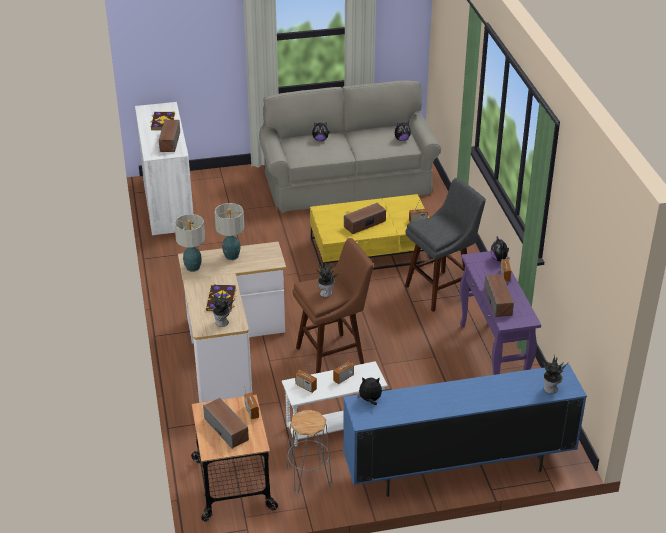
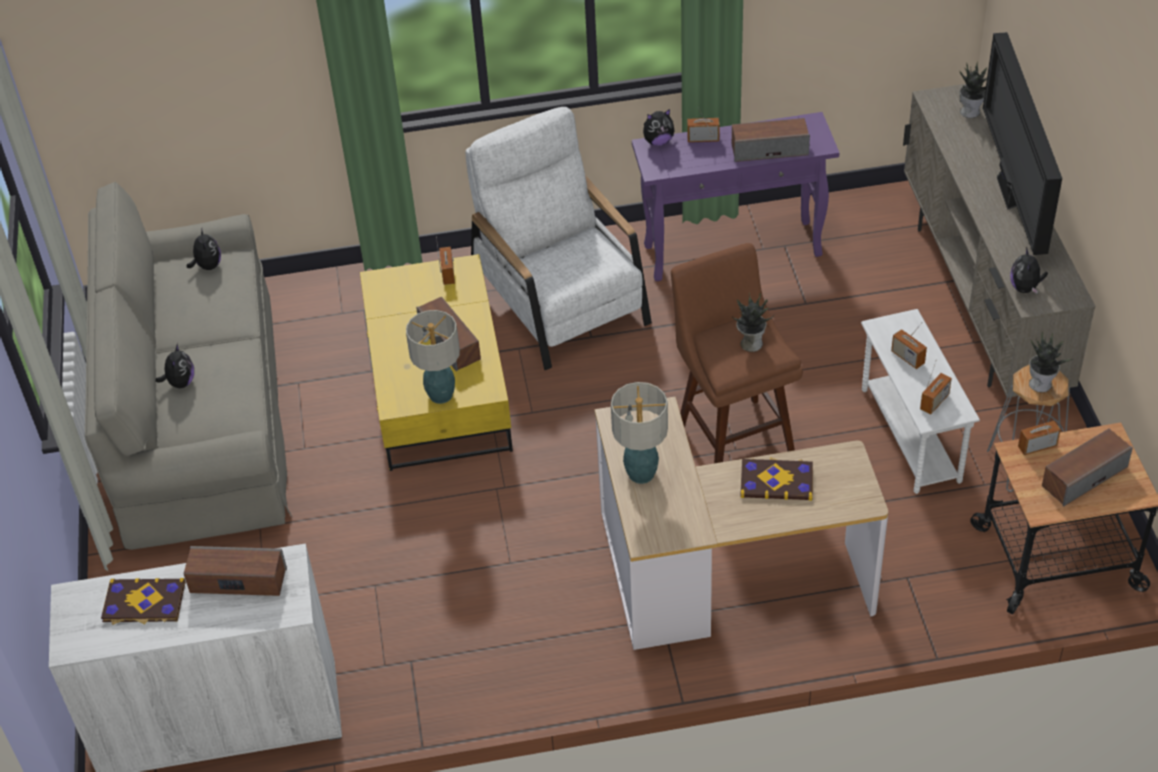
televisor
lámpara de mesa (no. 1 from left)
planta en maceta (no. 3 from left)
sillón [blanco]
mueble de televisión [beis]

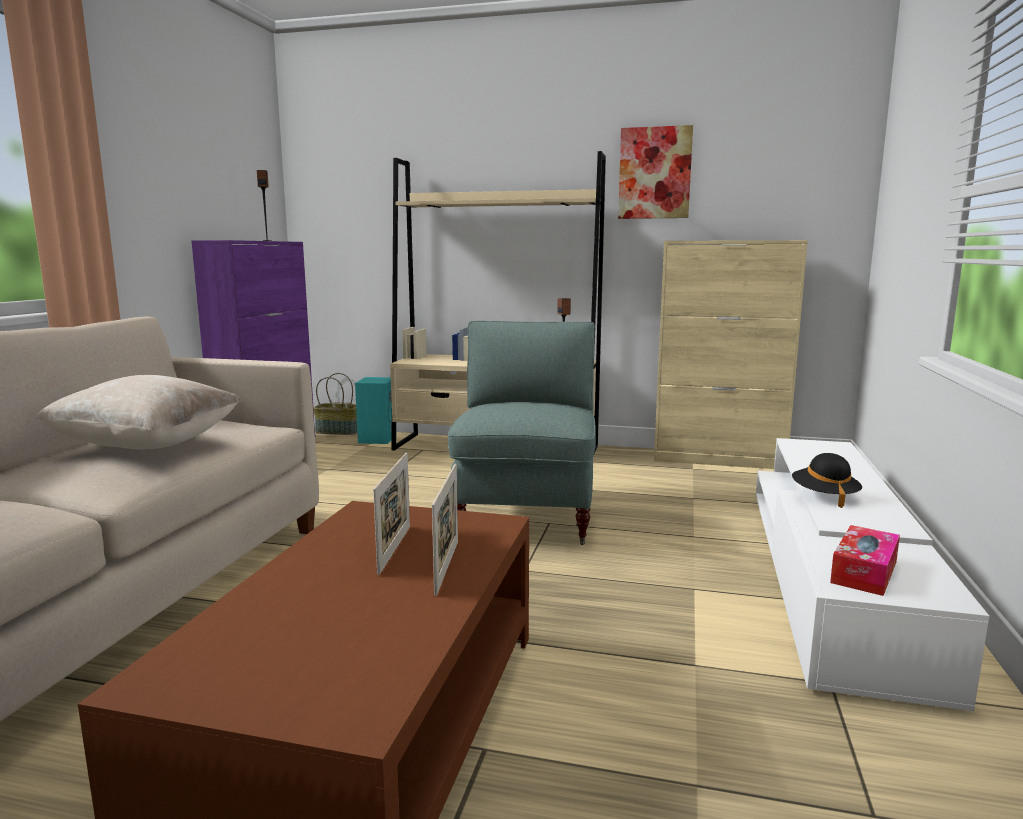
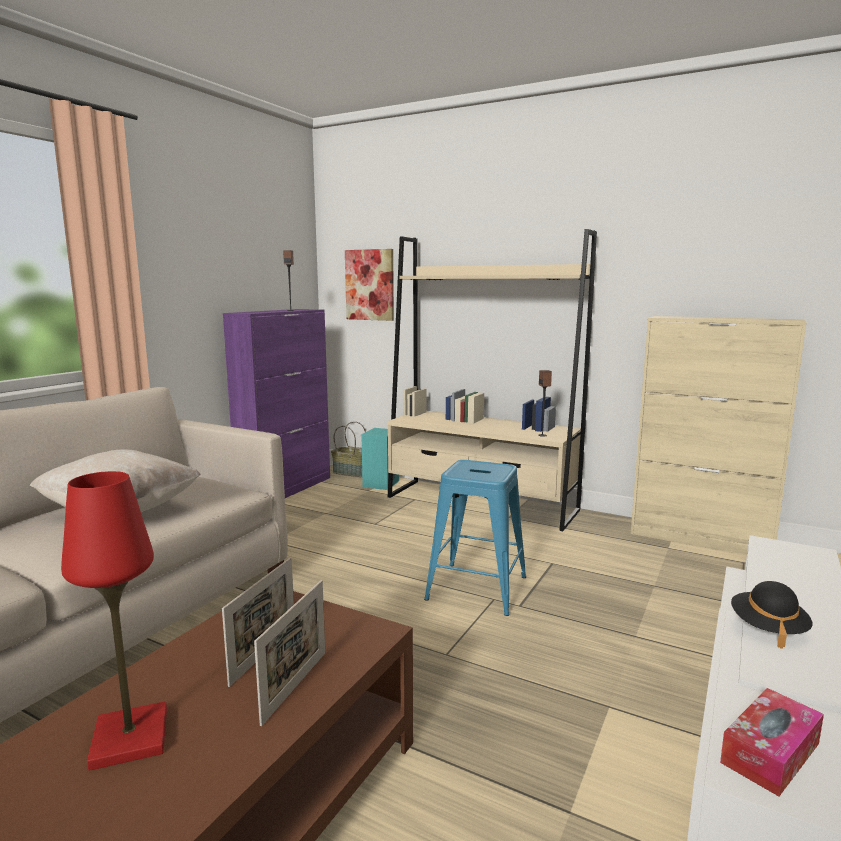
lámpara de mesa [rojo]
cuadro
taburete [azul]

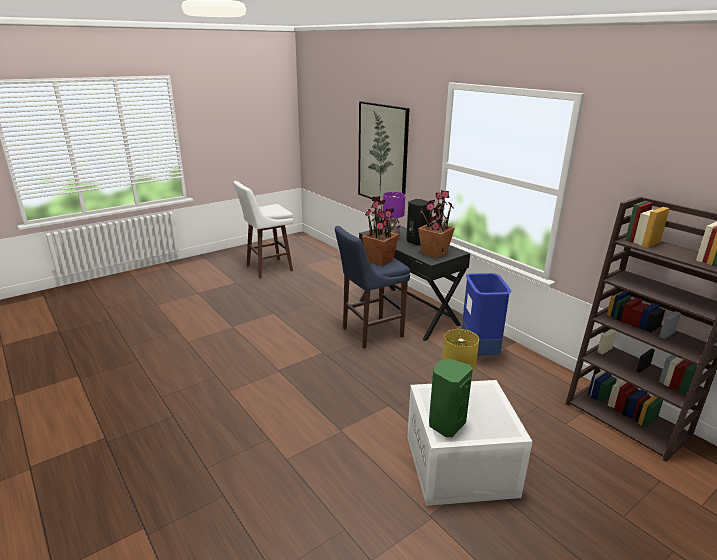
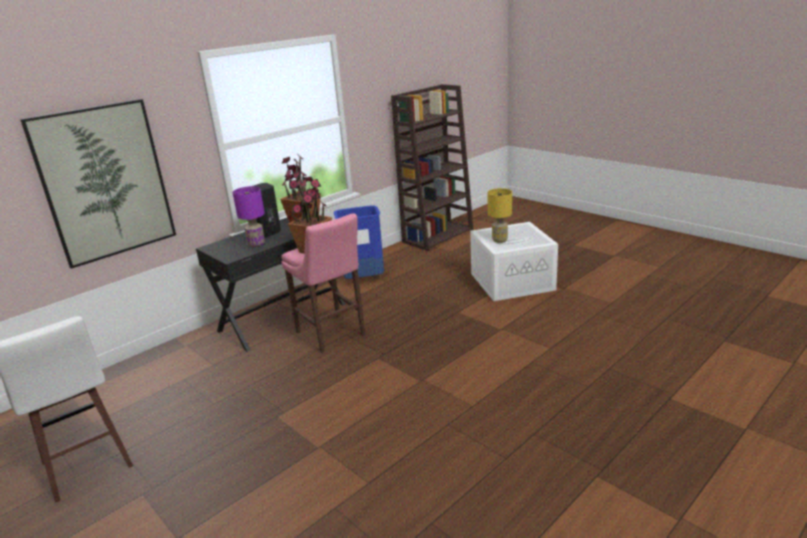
altavoz [verde]
taburete [rosa]

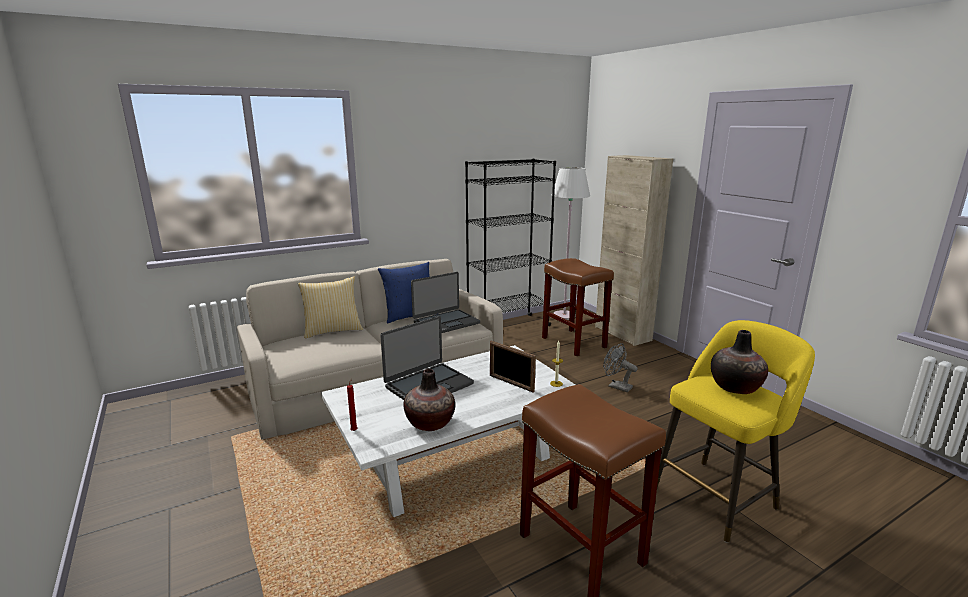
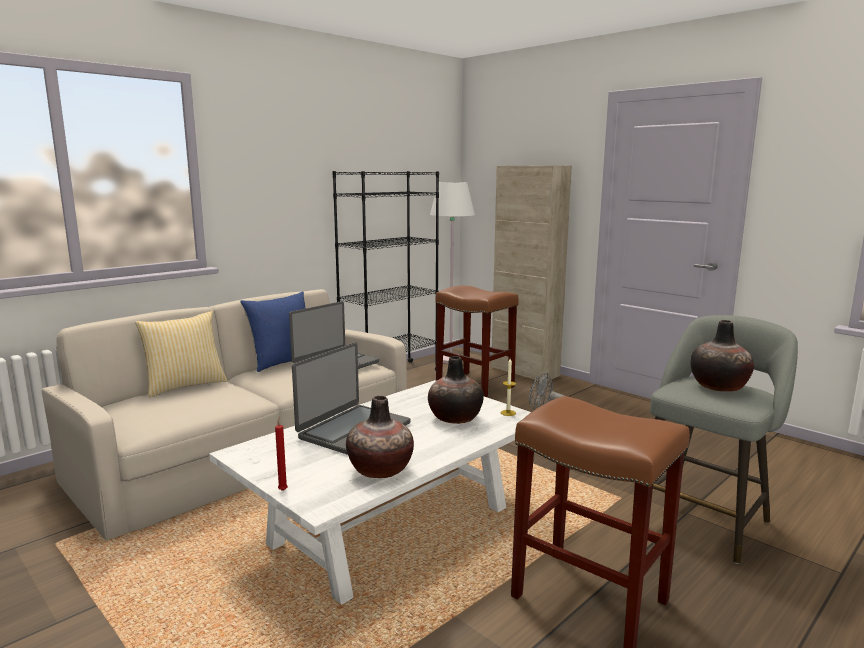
florero (no. 2 from left)
taburete [gris]

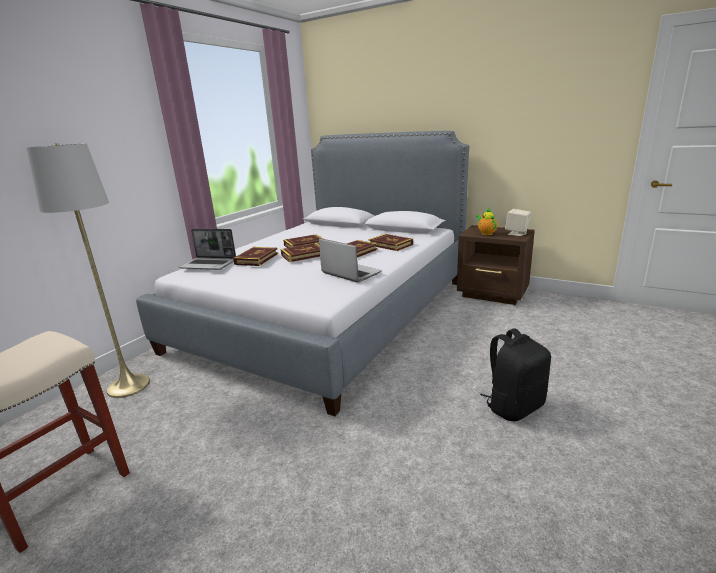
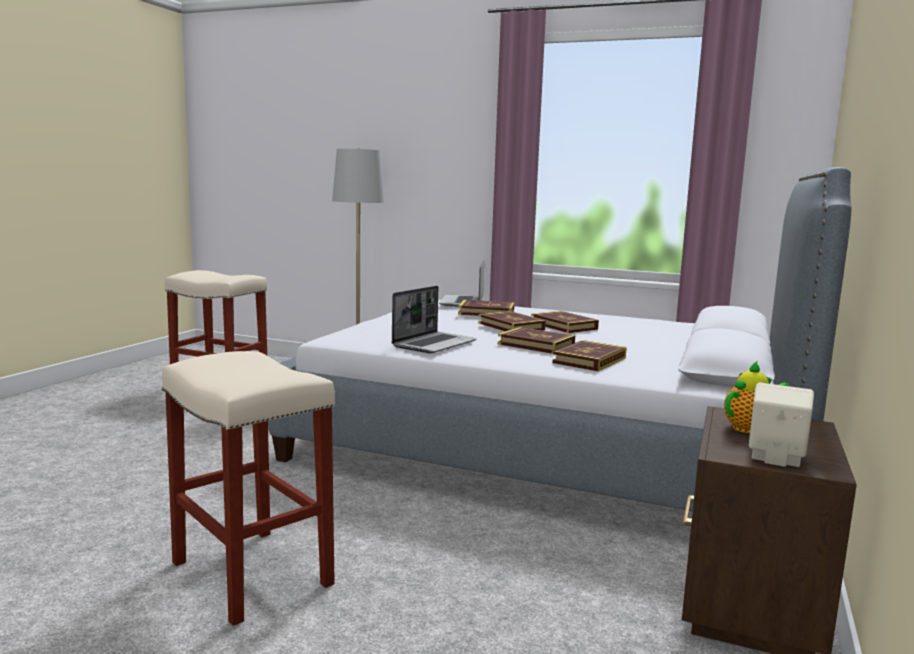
taburete [beis] (no. 2 from left)

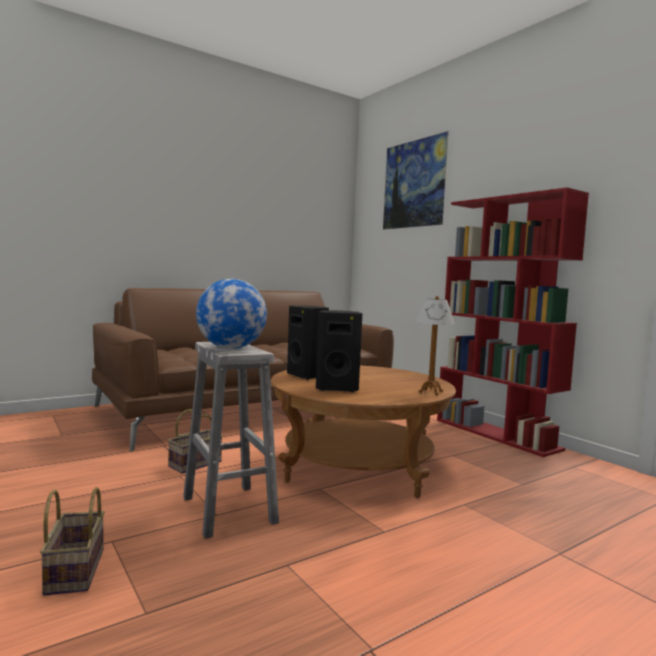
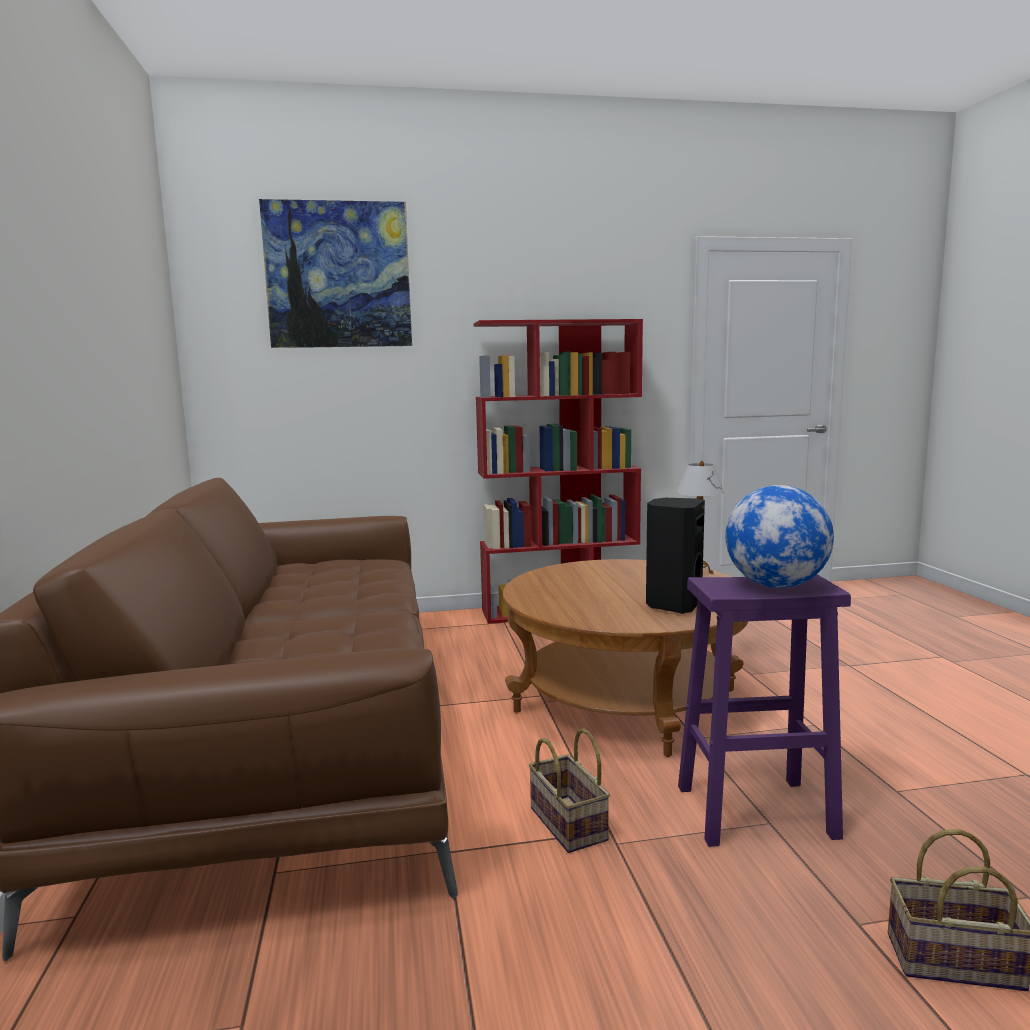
altavoz [negro] (no. 1 from left in the first image)
taburete [morado]

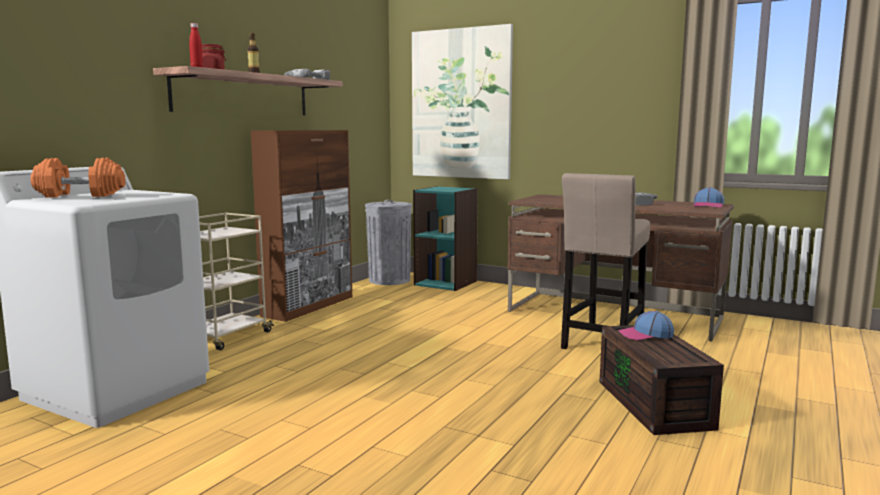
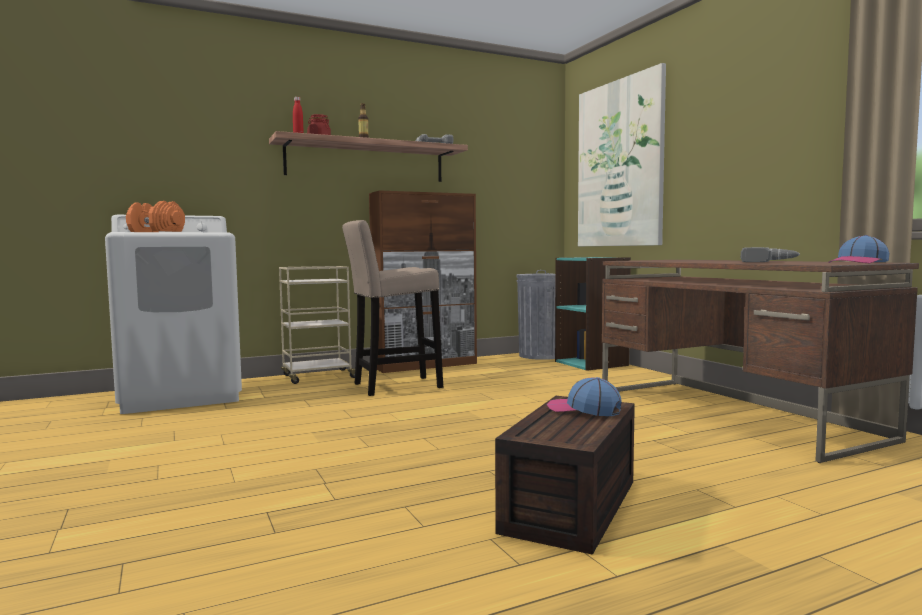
taburete [beis]

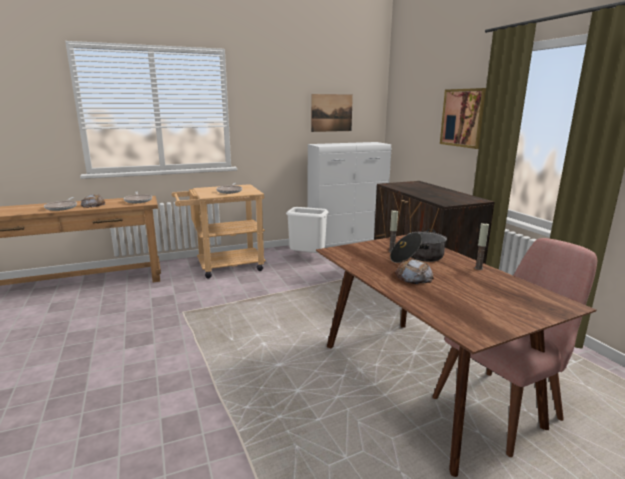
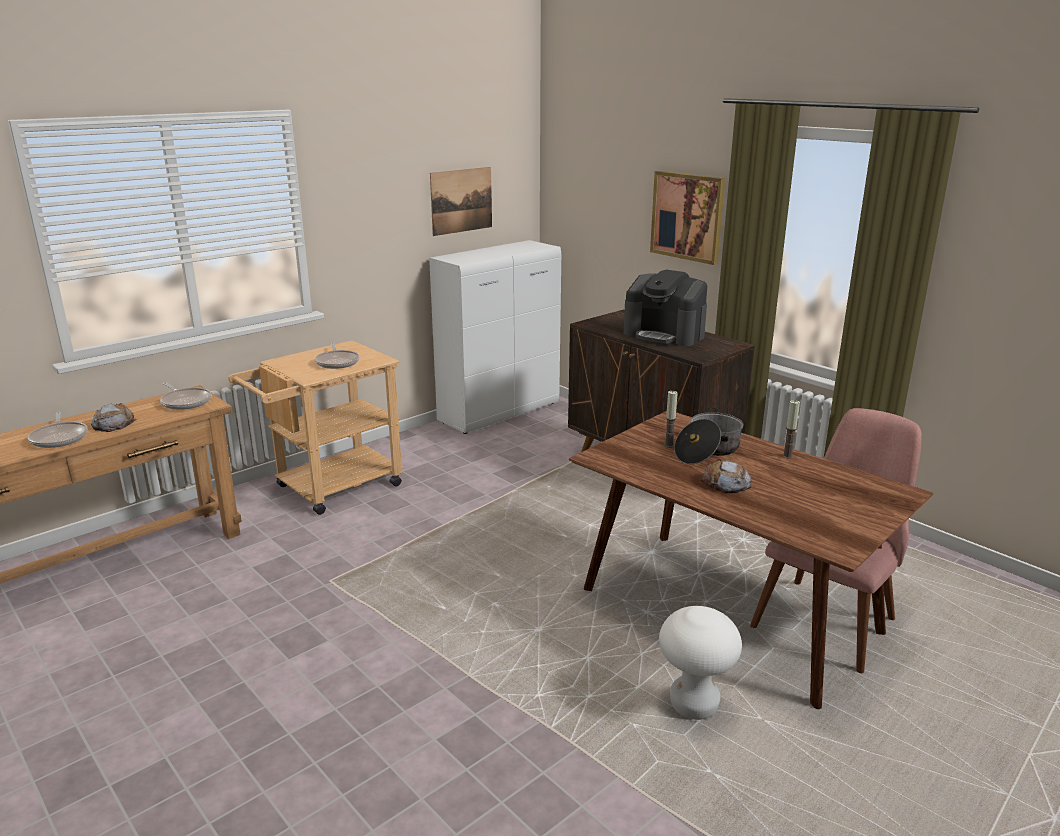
papelera [blanco]
cafetera
taburete [blanco]

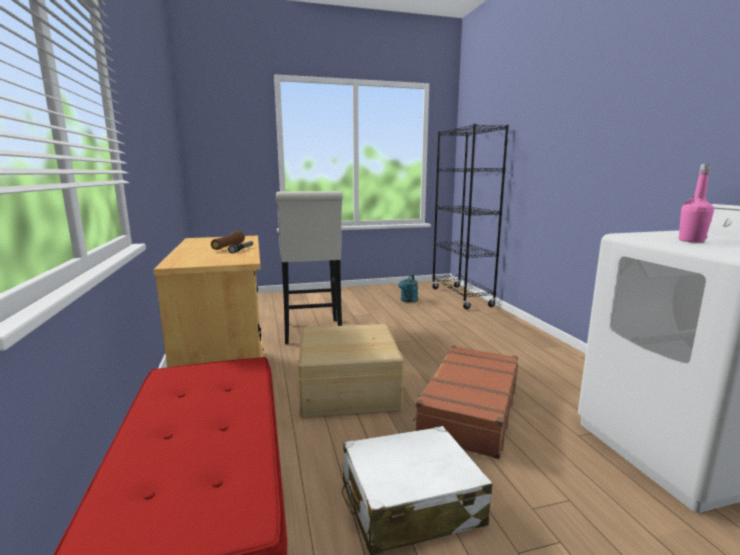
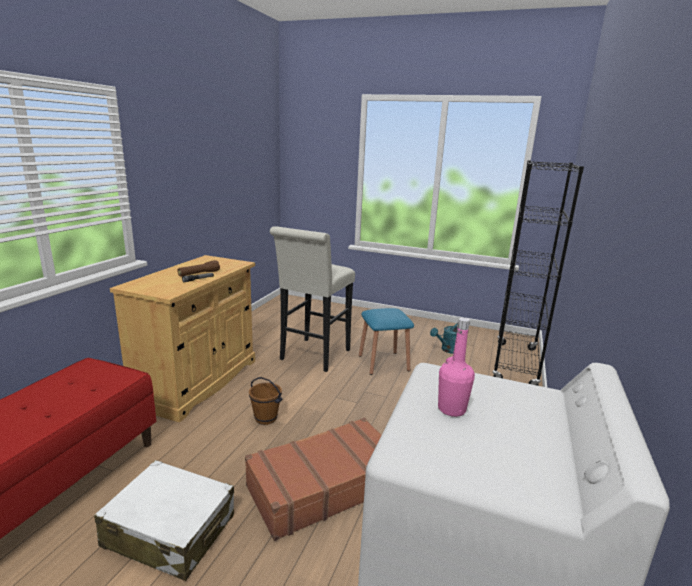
taburete [azul]
cubo [marrón]

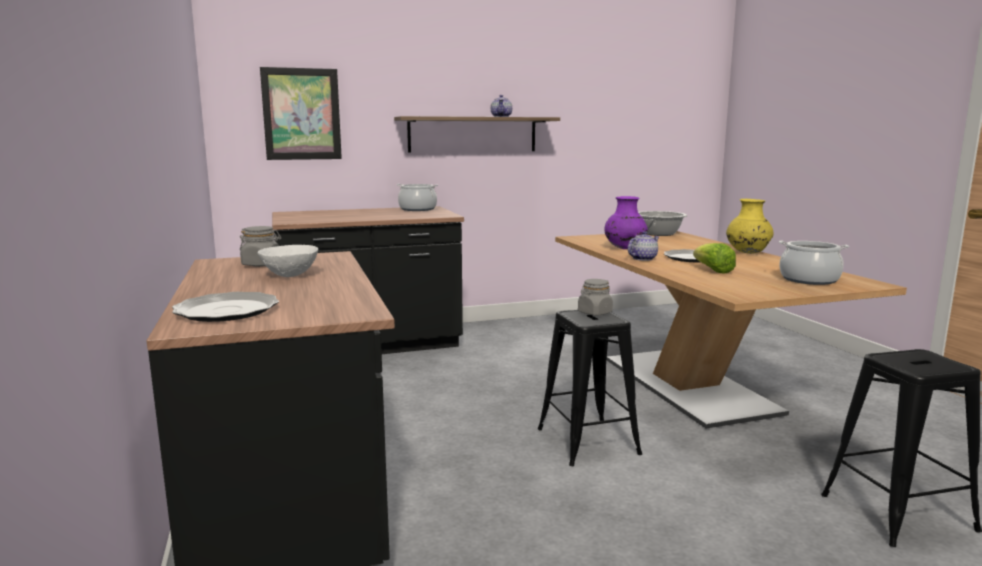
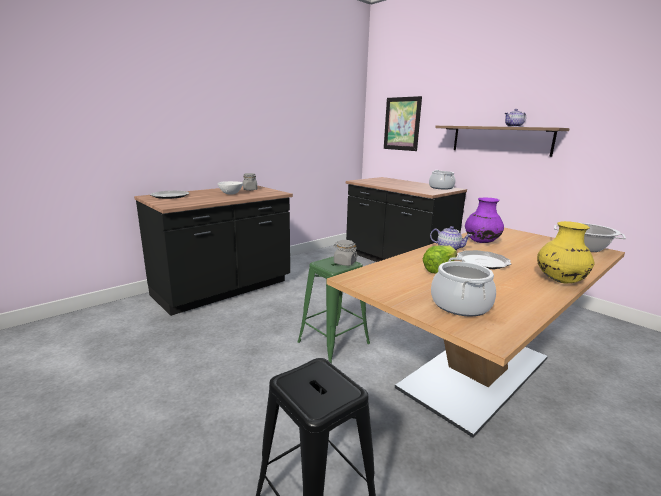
taburete [verde]

